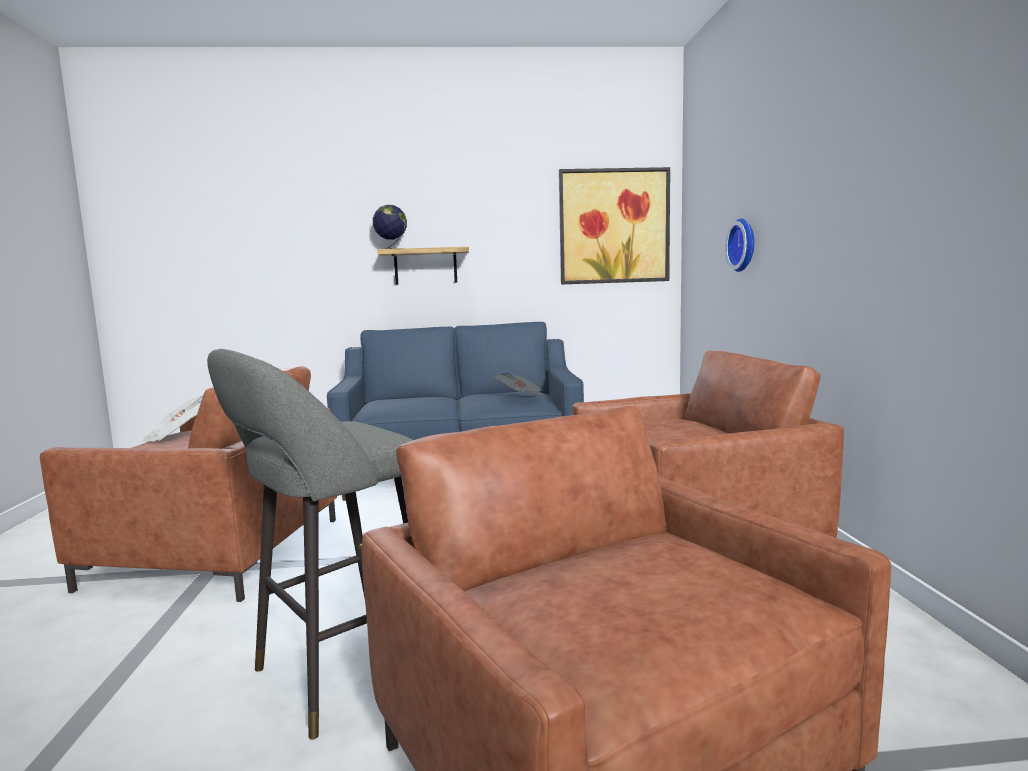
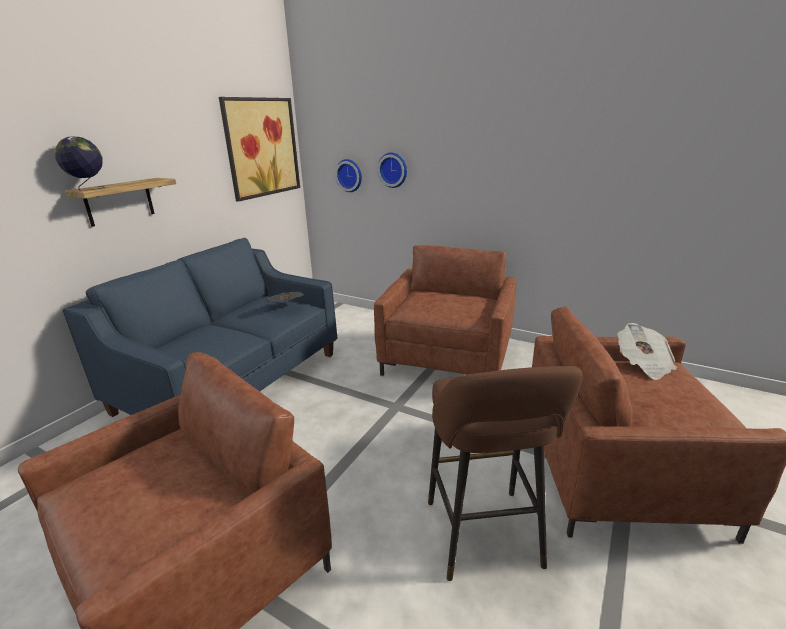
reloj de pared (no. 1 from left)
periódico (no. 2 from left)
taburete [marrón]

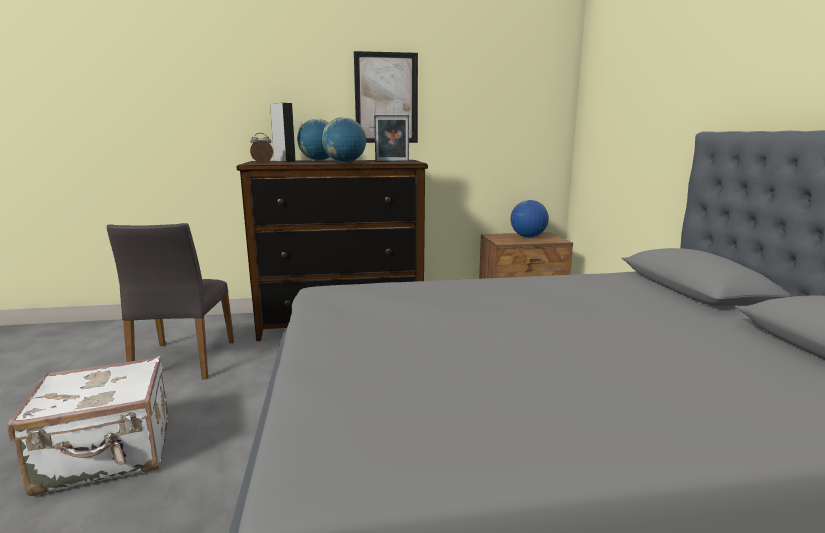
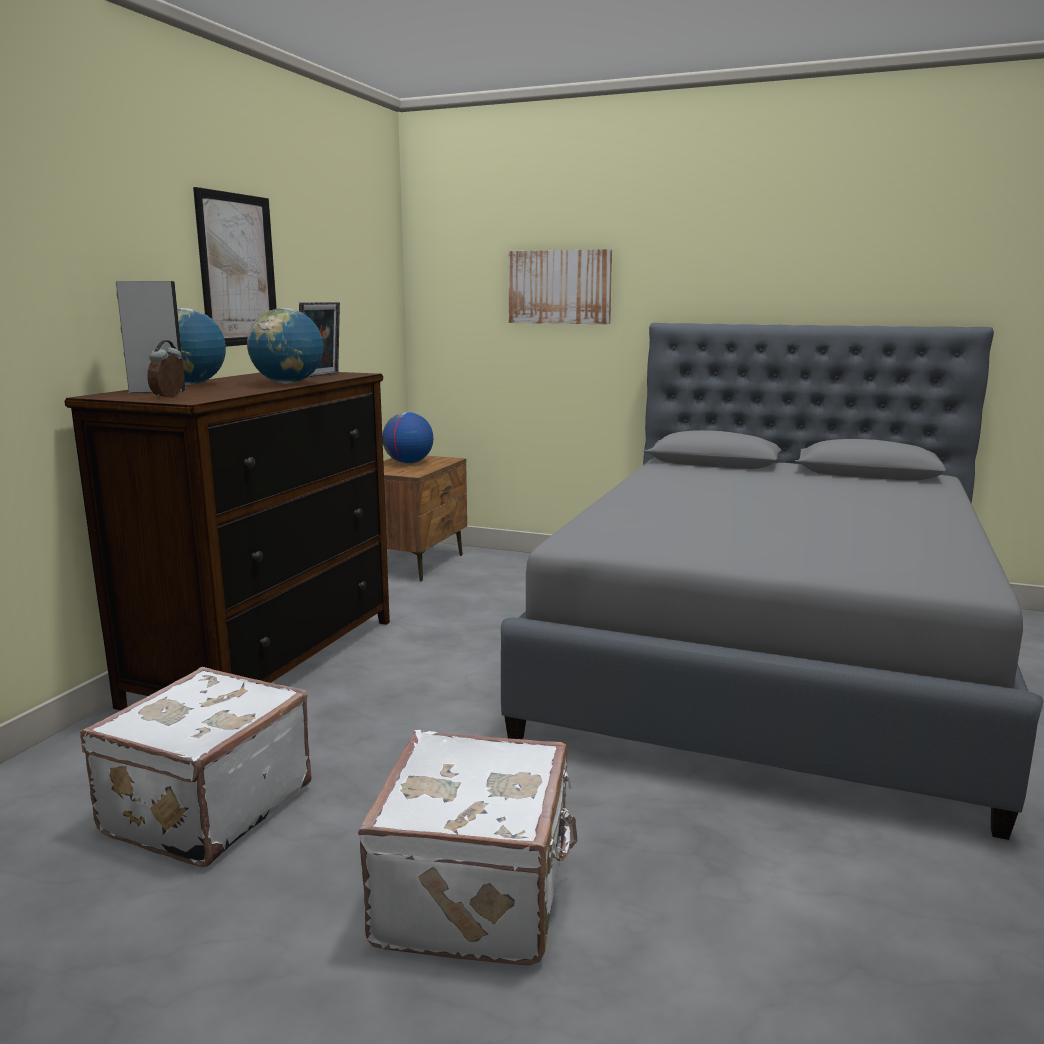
cuadro (no. 2 from left)
maleta [blanco] (no. 1 from left)

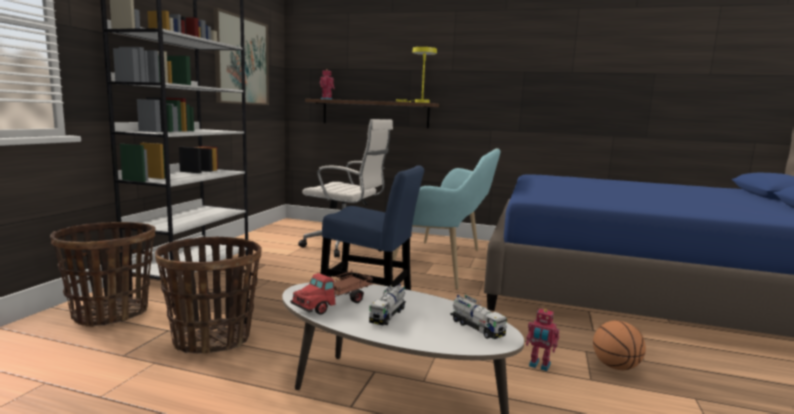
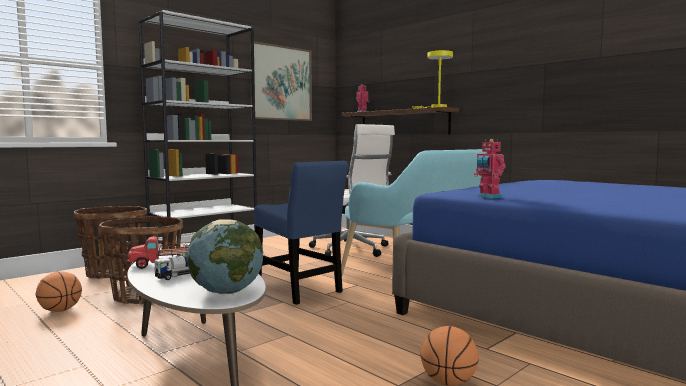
balón de baloncesto (no. 1 from left)
robot de juguete (no. 2 from left)
globo terráqueo

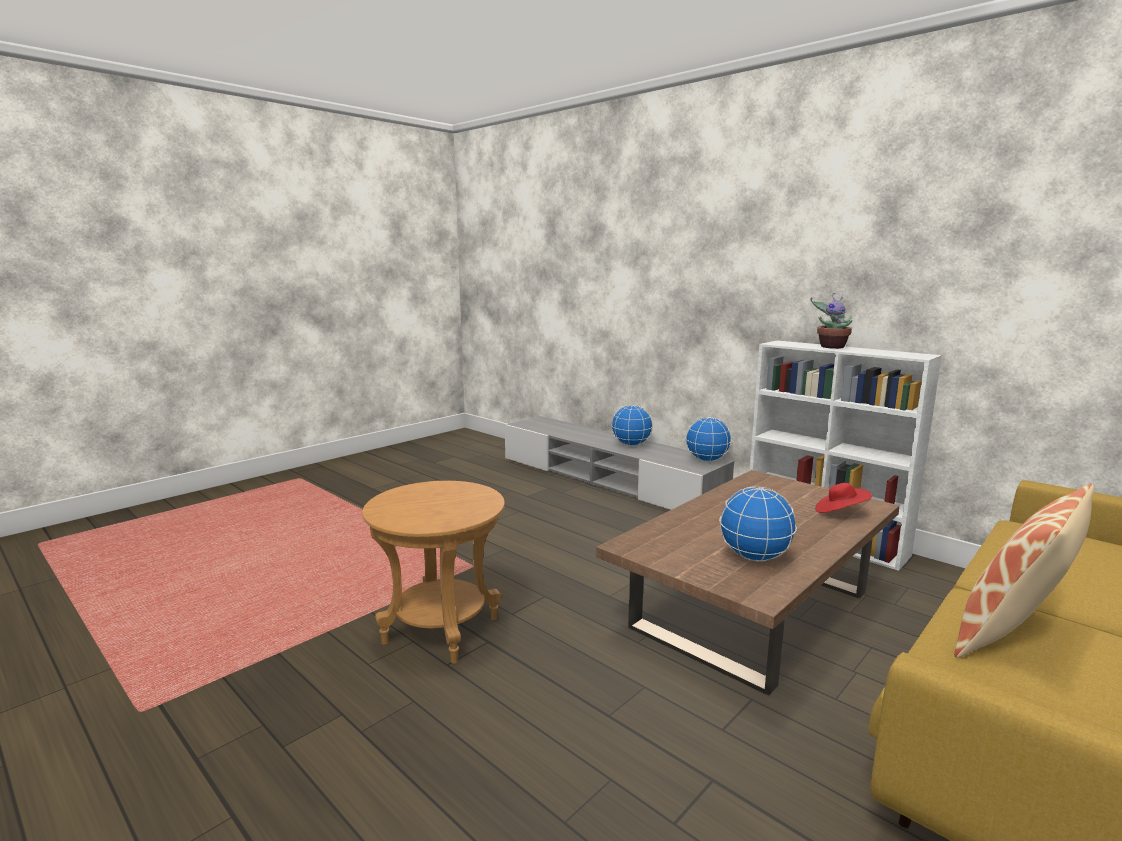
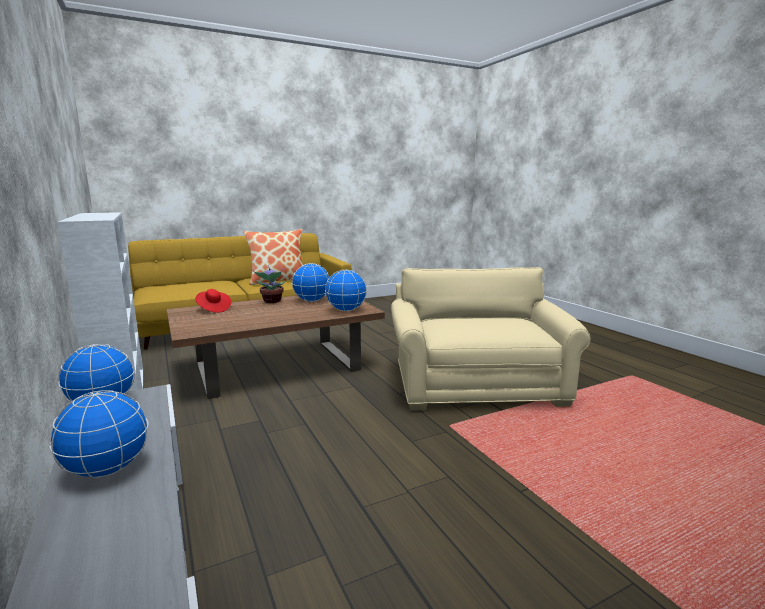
globo terráqueo (no. 4 from left)
planta en maceta
sillón [beis]

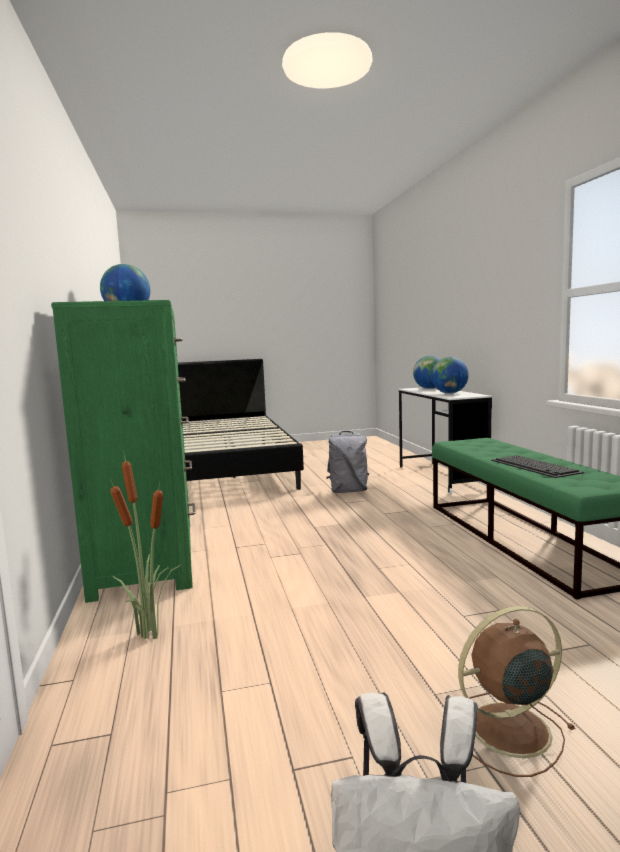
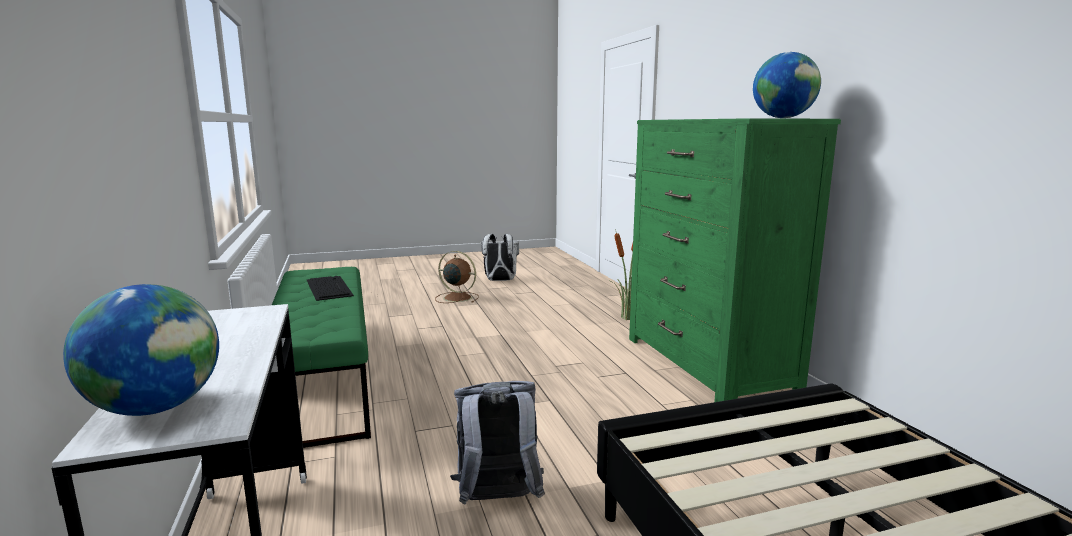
globo terráqueo (no. 3 from left in the first image)
ventilador [marrón]

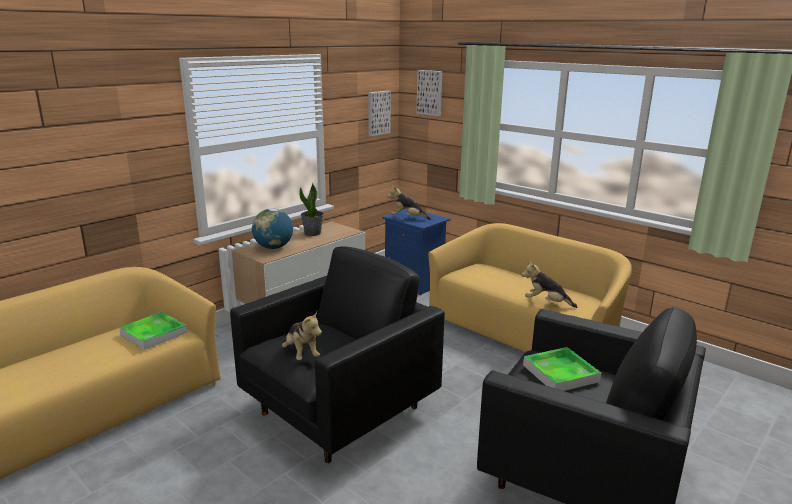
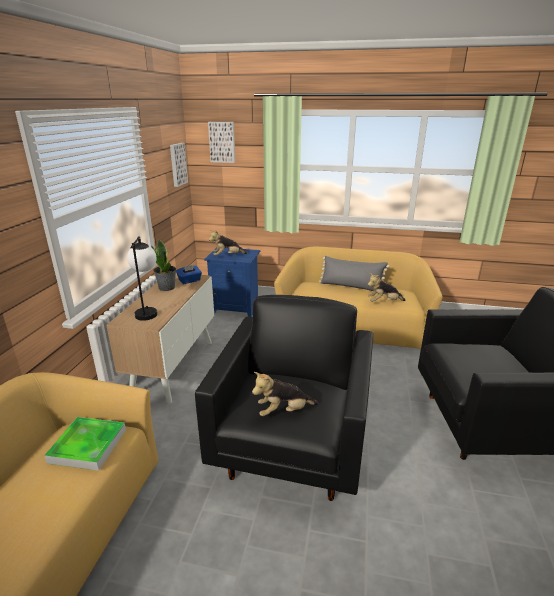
bandeja (no. 2 from left in the first image)
caja de pañuelos [azul]
cojín [gris]
lámpara de mesa
peluche (no. 2 from left)

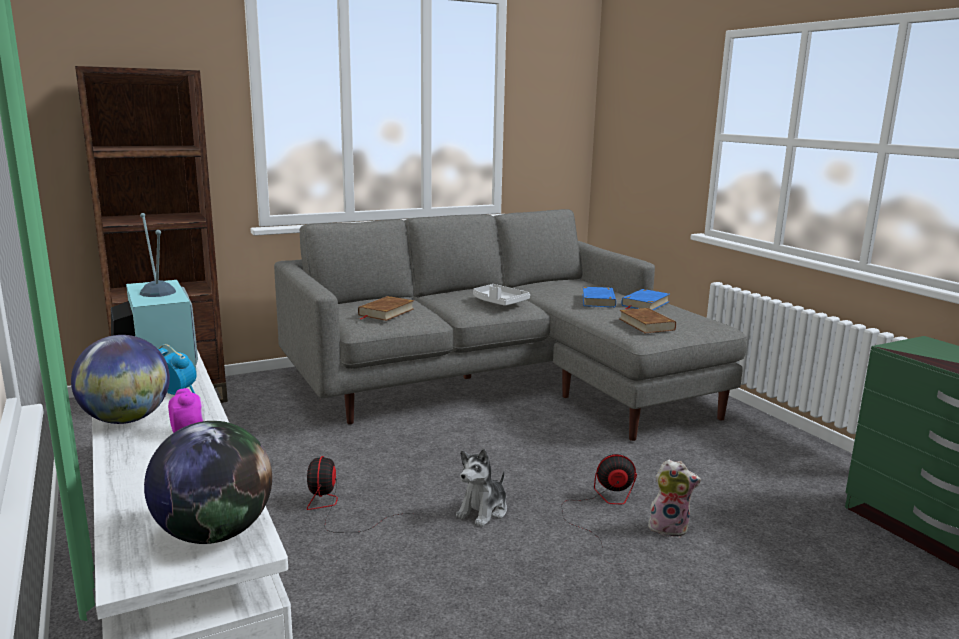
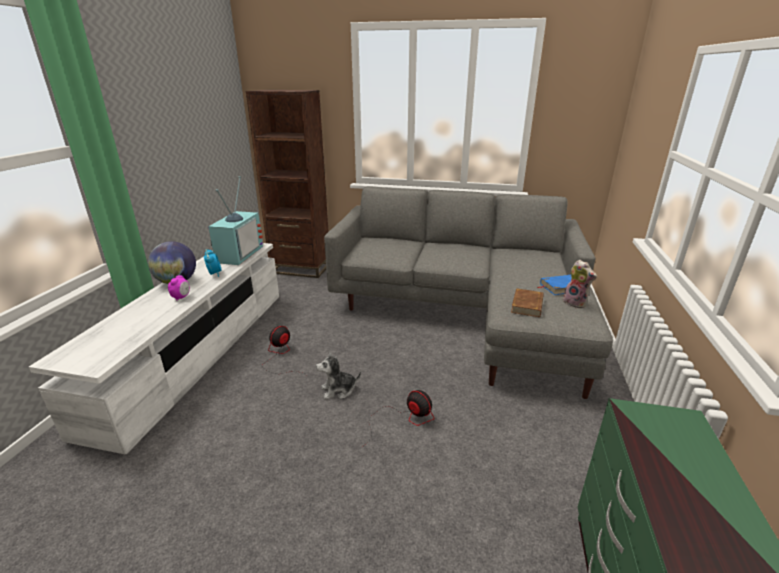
globo terráqueo (no. 2 from left in the first image)
libro [marrón] (no. 1 from left in the first image)
bandeja [gris]
libro [azul] (no. 1 from left in the first image)
peluche (no. 2 from left)

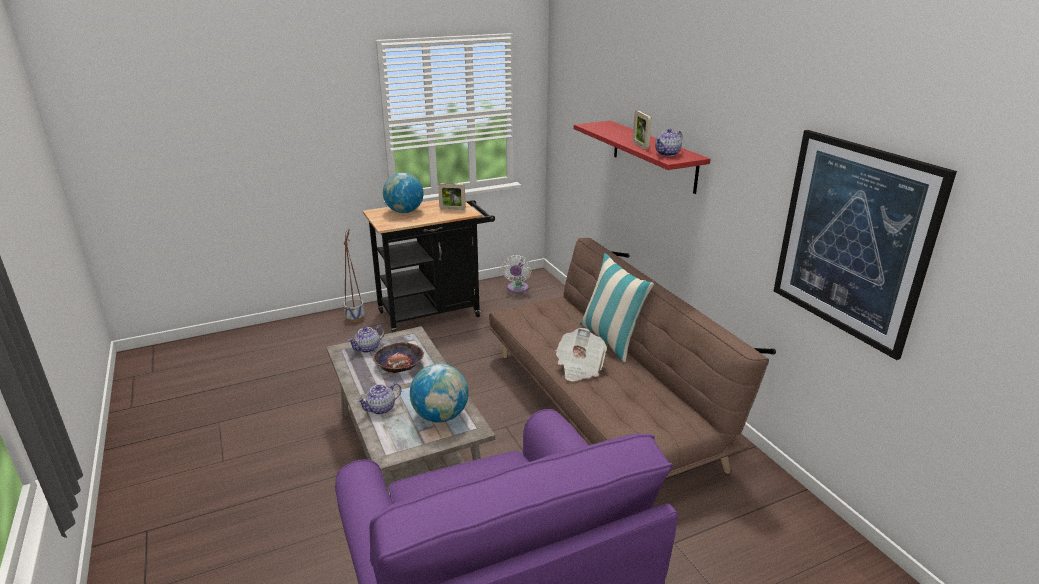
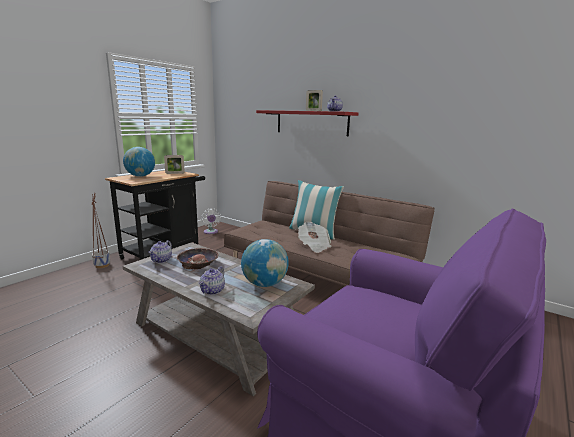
cuadro

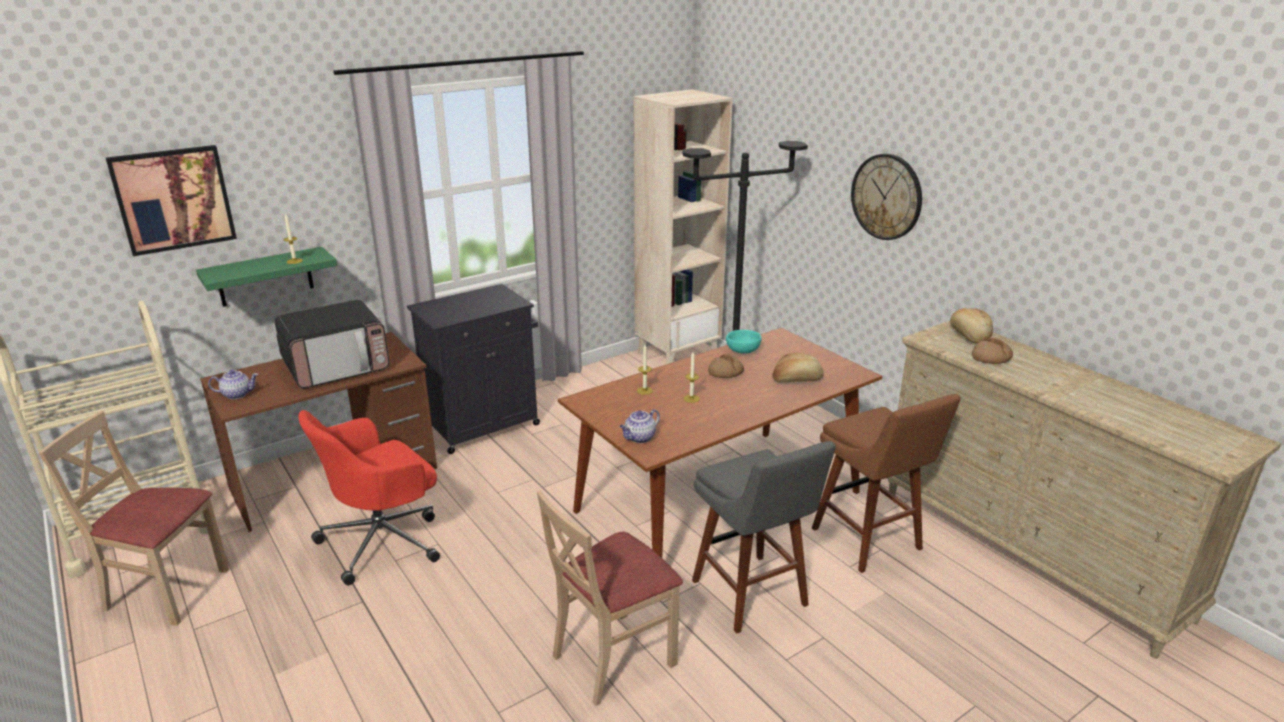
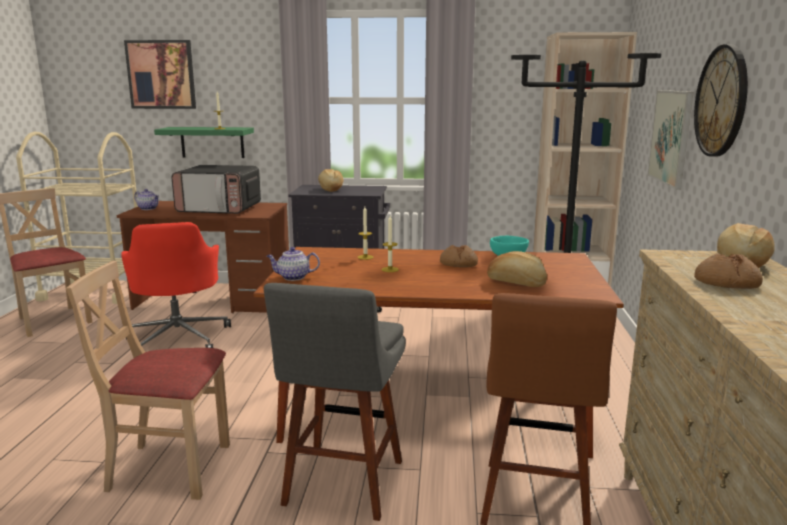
pan (no. 1 from left)
cuadro (no. 2 from left)
silla de oficina [rojo]

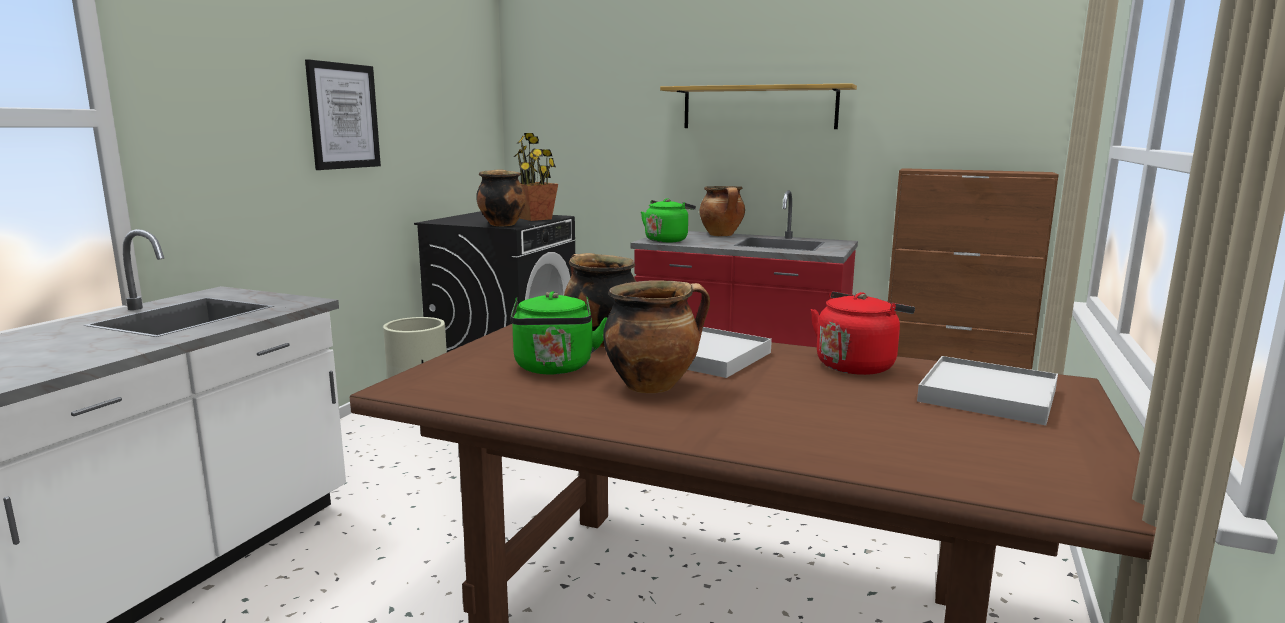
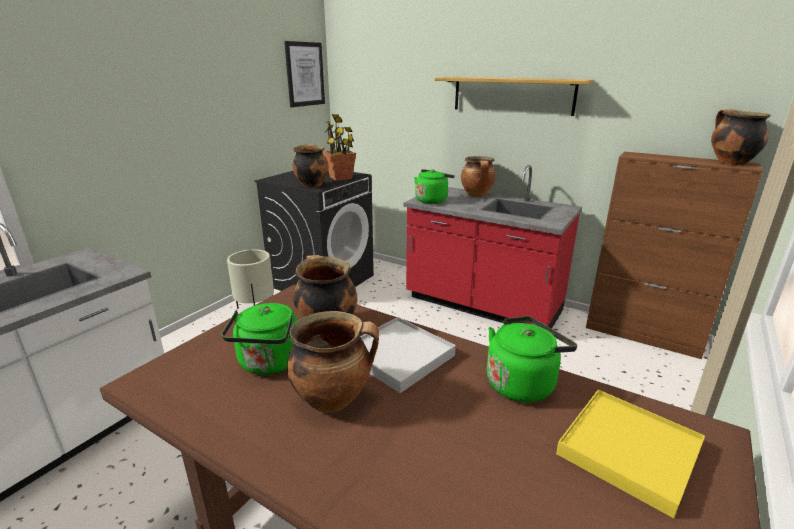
olla (no. 5 from left)
cuadro
hervidor [verde] (no. 3 from left)
bandeja [amarillo]

